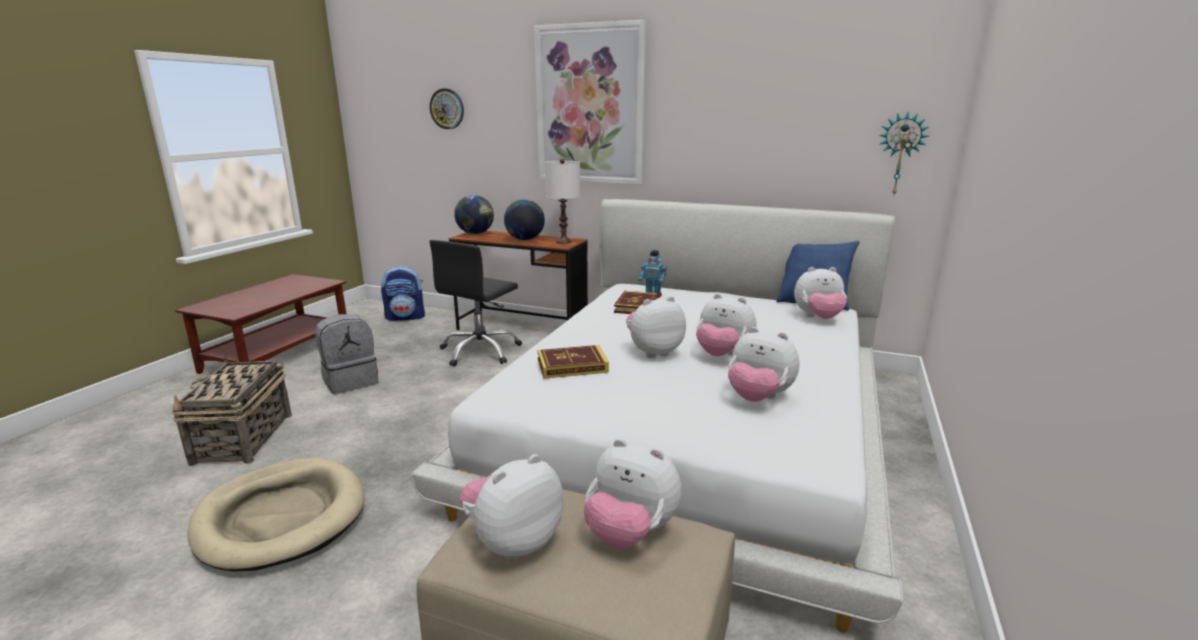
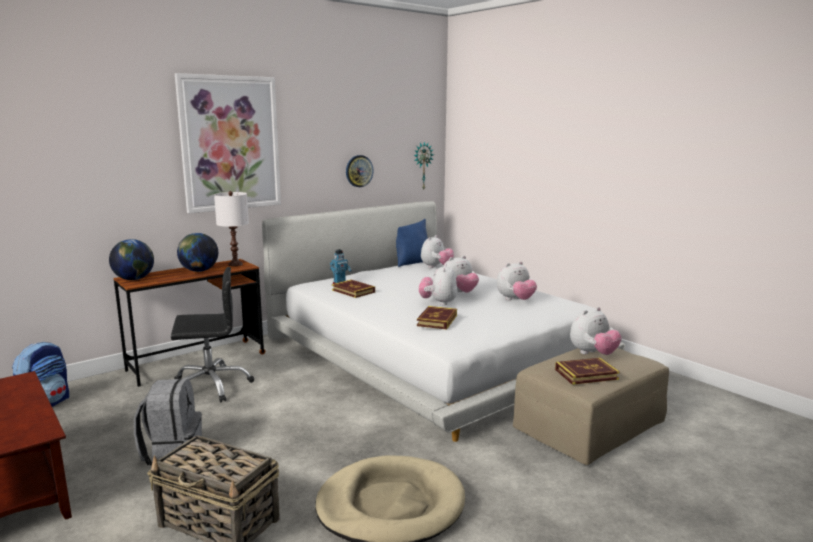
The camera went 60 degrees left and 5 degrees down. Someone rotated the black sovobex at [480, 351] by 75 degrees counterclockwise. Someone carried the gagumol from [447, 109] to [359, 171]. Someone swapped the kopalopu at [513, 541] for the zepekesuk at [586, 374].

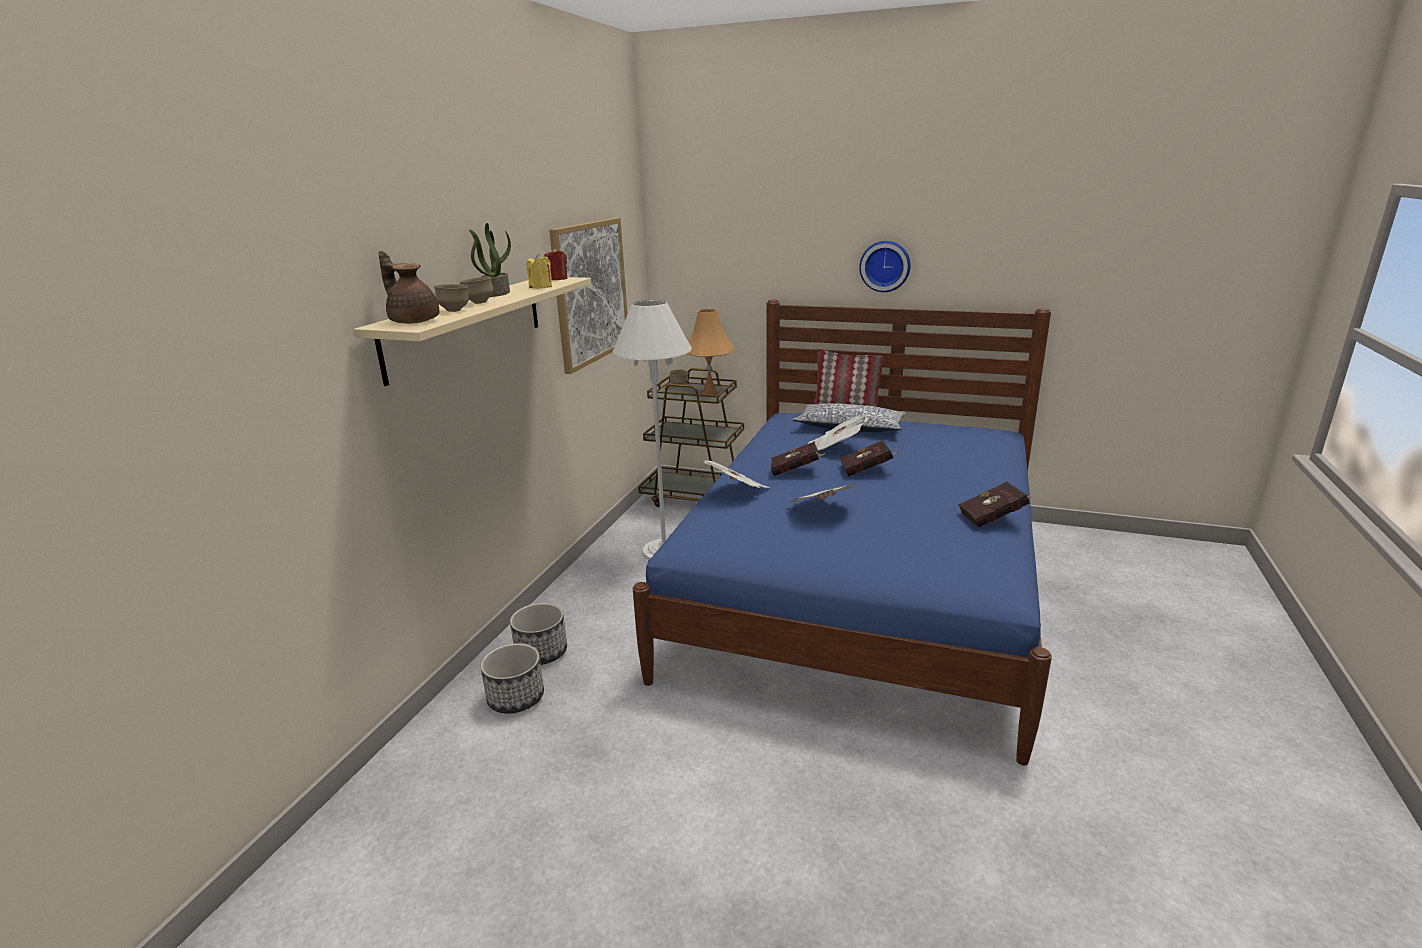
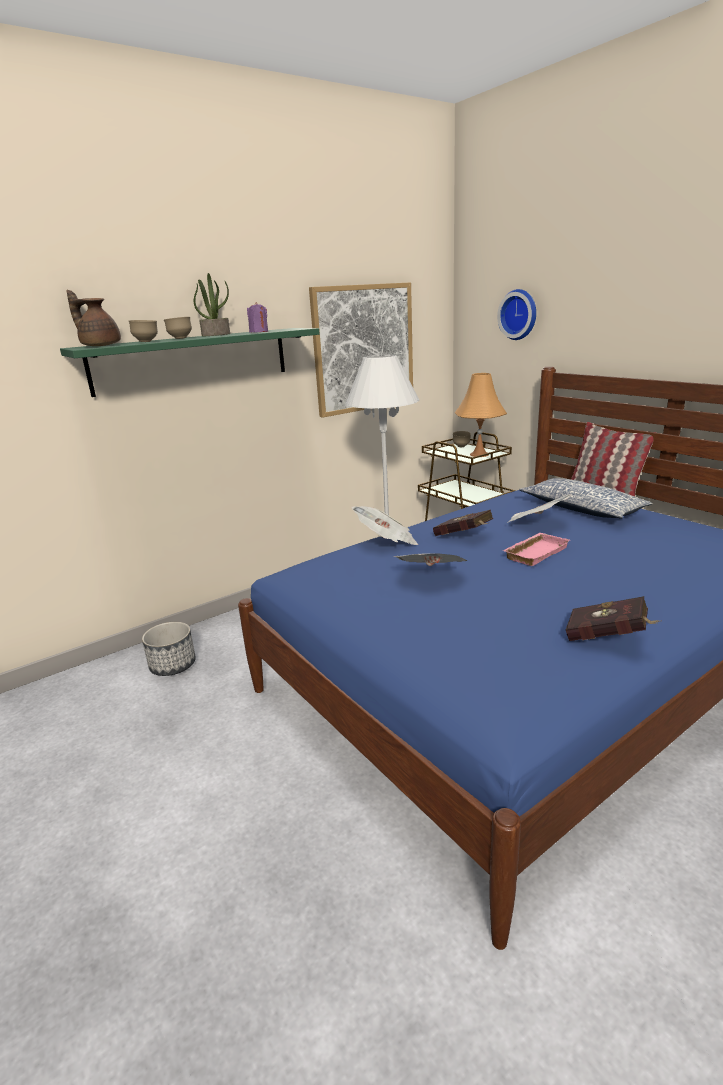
The camera went 35 degrees right and 0 degrees up. Someone repainted the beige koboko at [467, 325], which became the green koboko at [192, 360]. Someone rotated the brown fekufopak at [414, 321] by 45 degrees counterclockwise. Someone took away the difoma at [541, 652]. Someone repainted the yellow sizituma at [541, 287], which became the purple sizituma at [259, 332]. Someone took away the red sizituma at [557, 279]. Someone swapped the red zepekesuk at [867, 471] for the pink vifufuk at [535, 552]. Someone carried the gagumol from [885, 266] to [519, 314].

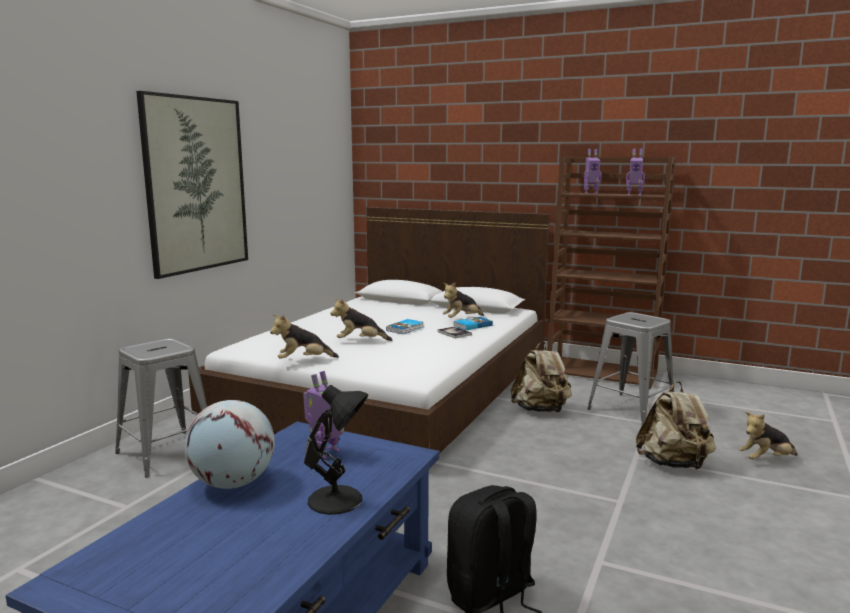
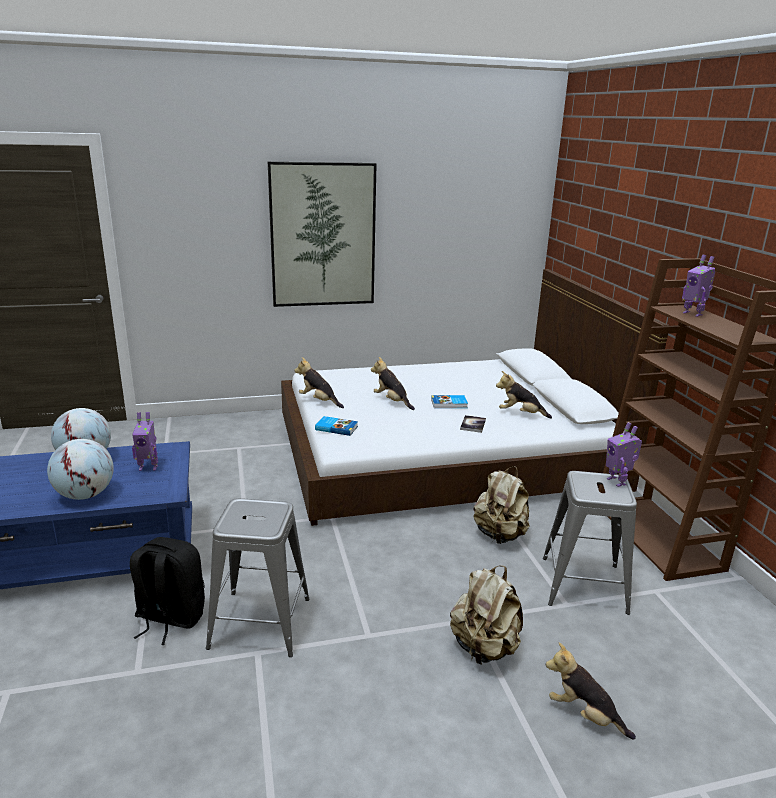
The camera went 50 degrees right and 10 degrees up. Someone carried the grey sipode from [166, 453] to [259, 623]. Someone swapped the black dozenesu at [338, 500] for the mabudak at [85, 495]. Someone carried the zepekesuk from [472, 325] to [336, 428]. Someone carried the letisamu from [634, 195] to [617, 481].

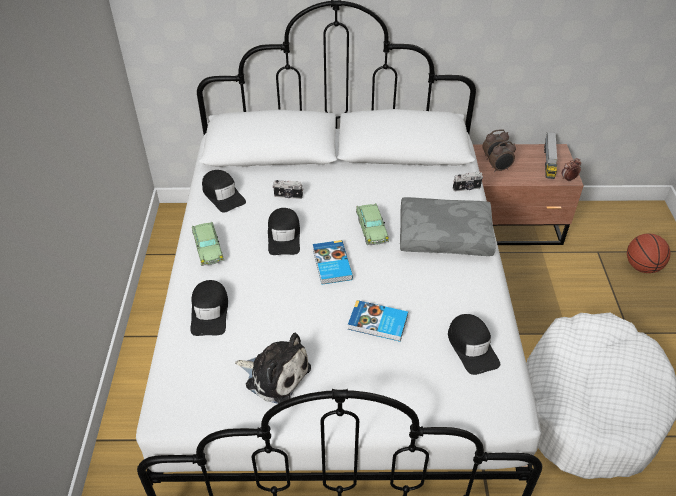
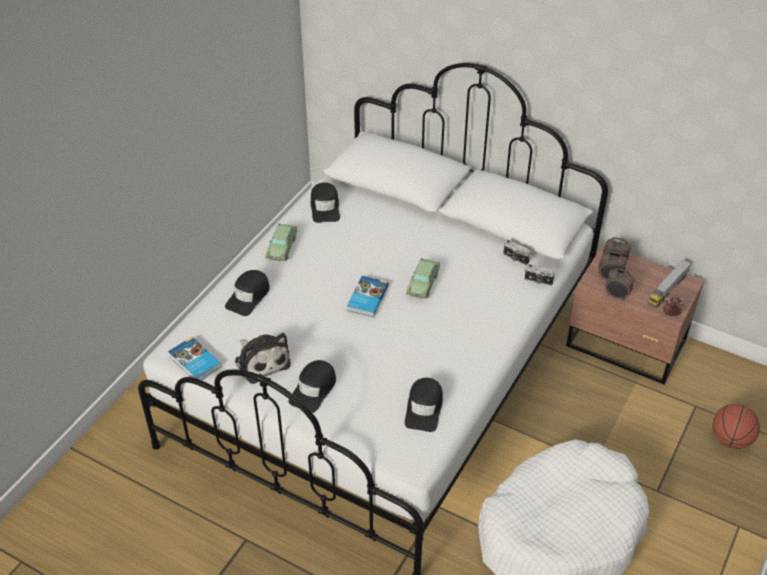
The camera went 30 degrees right and 0 degrees up. Someone carried the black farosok from [284, 236] to [313, 389]. Someone carried the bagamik from [288, 196] to [515, 258]. Someone carried the zepekesuk from [378, 323] to [194, 362]. Someone took away the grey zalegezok at [445, 234]. Someone put down the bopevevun at [616, 296].

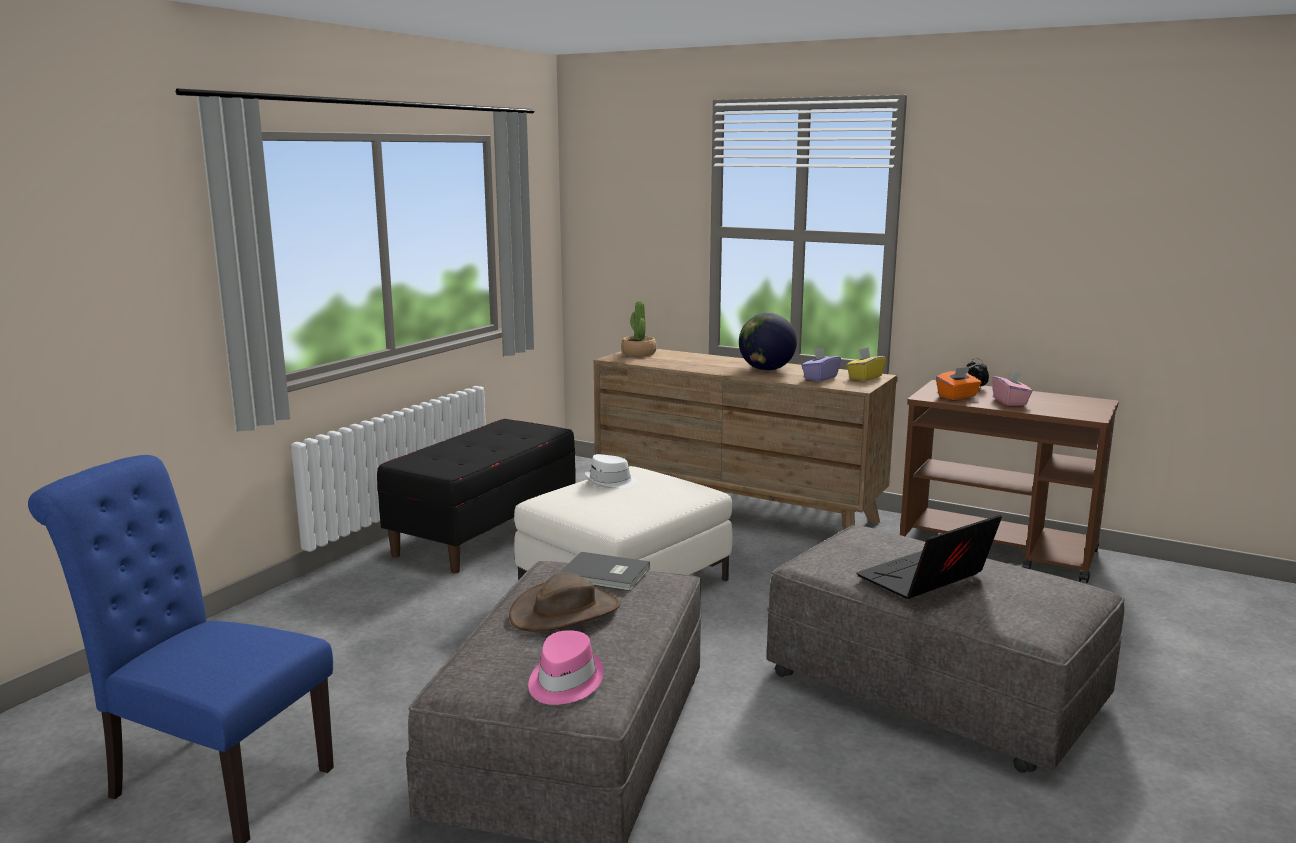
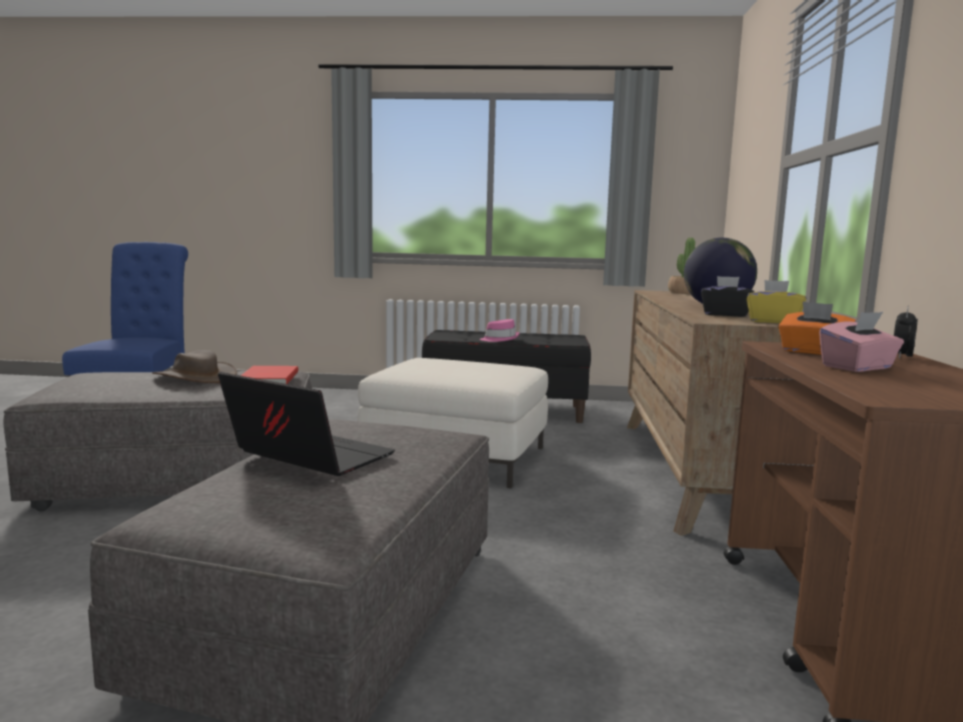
The camera went 65 degrees right and 5 degrees down. Someone carried the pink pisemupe from [564, 681] to [500, 339]. Someone repainted the grey zepekesuk at [605, 575], which became the red zepekesuk at [267, 378]. Someone took away the white pisemupe at [610, 482]. Someone repainted the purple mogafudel at [820, 378], which became the black mogafudel at [724, 314].

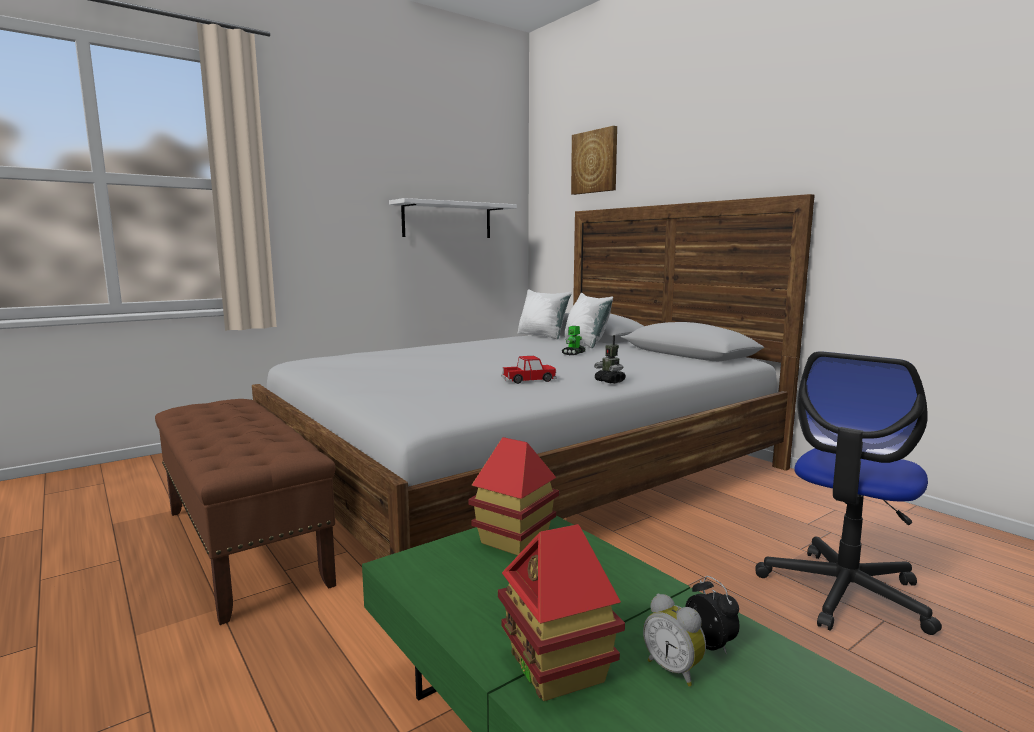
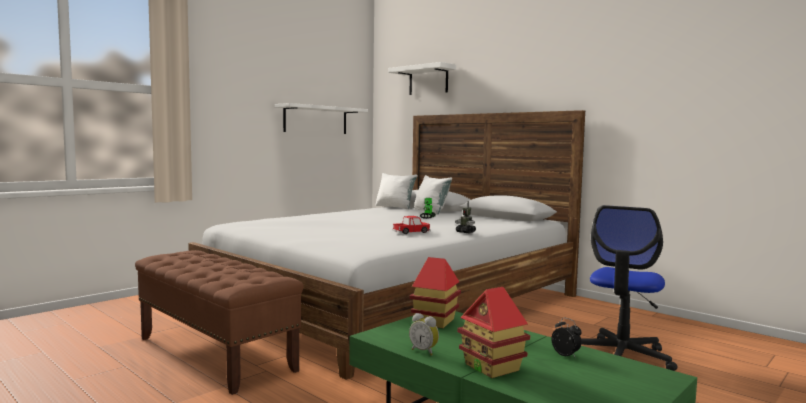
The camera went 10 degrees left and 5 degrees down. Someone swapped the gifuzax at [595, 162] for the white koboko at [428, 80]. Someone carried the bopevevun from [674, 669] to [424, 351].

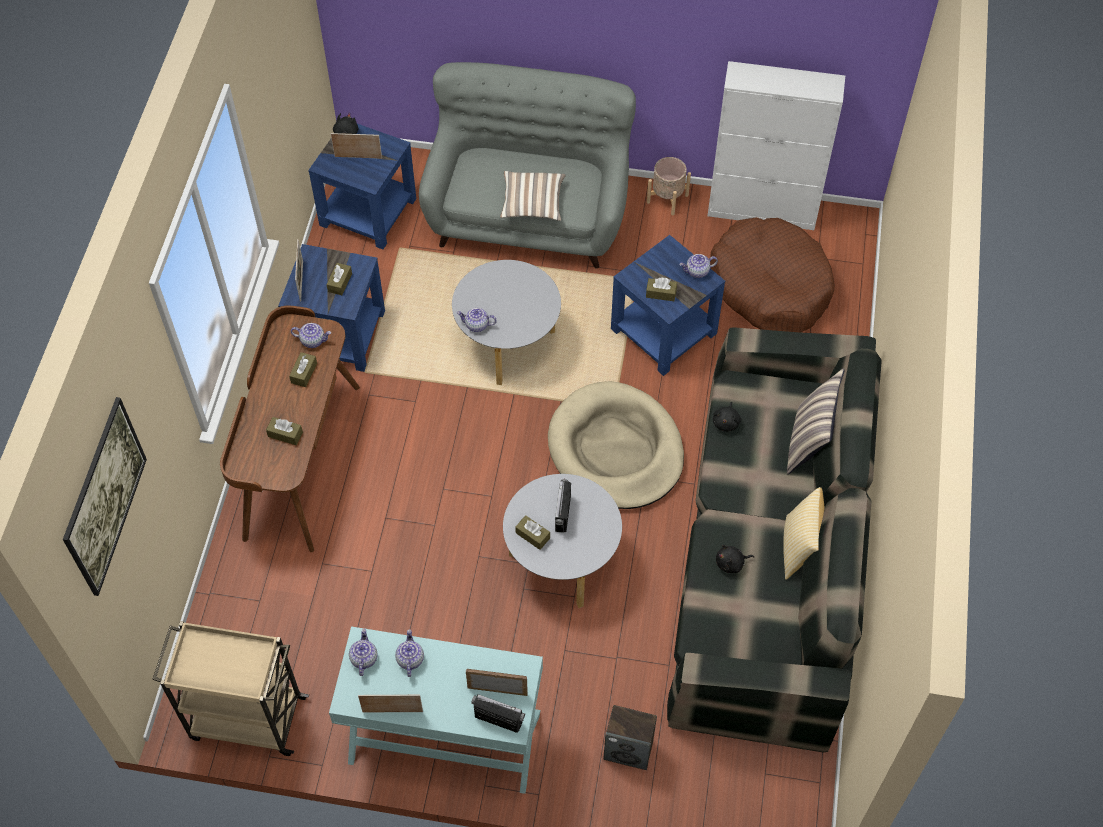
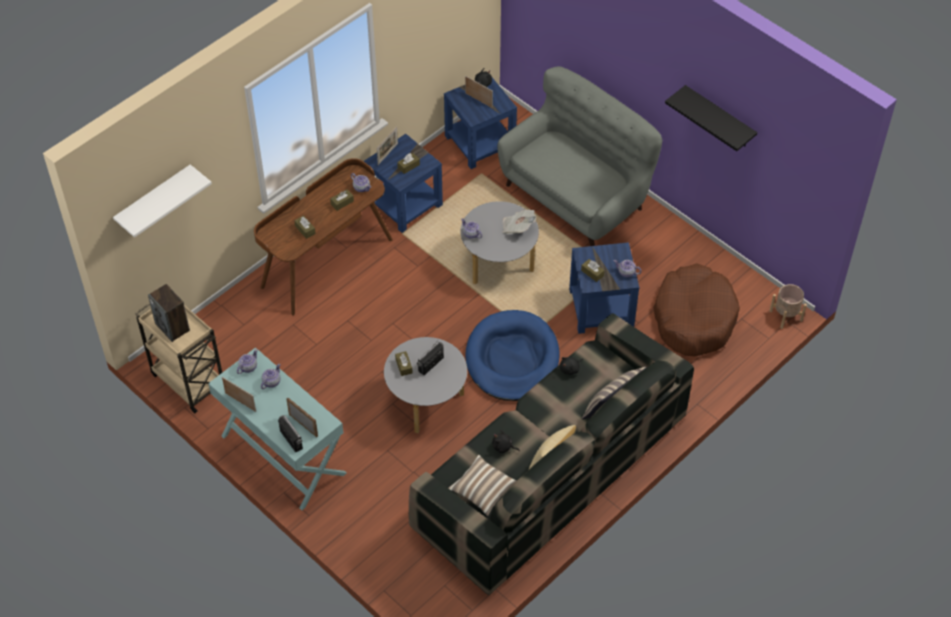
The camera went 35 degrees right and 5 degrees down. Someone swapped the gifuzax at [112, 511] for the white koboko at [154, 199]. Someone carried the zalegezok from [532, 204] to [483, 490]. Someone repainted the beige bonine at [616, 449], which became the blue bonine at [512, 359]. Someone carried the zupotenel from [629, 750] to [173, 327]. Someone carried the beige difoma from [667, 198] to [785, 315]. Someone took away the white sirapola at [763, 210]. Someone put down the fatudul at [517, 227]. Someone put up the black koboko at [719, 118].

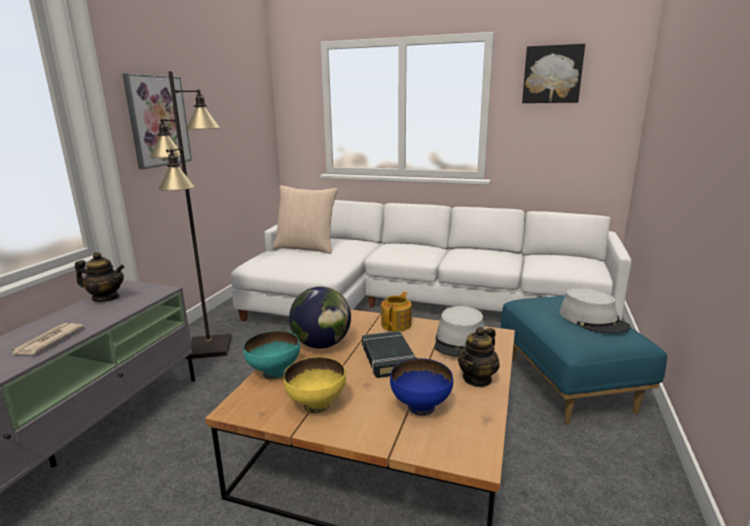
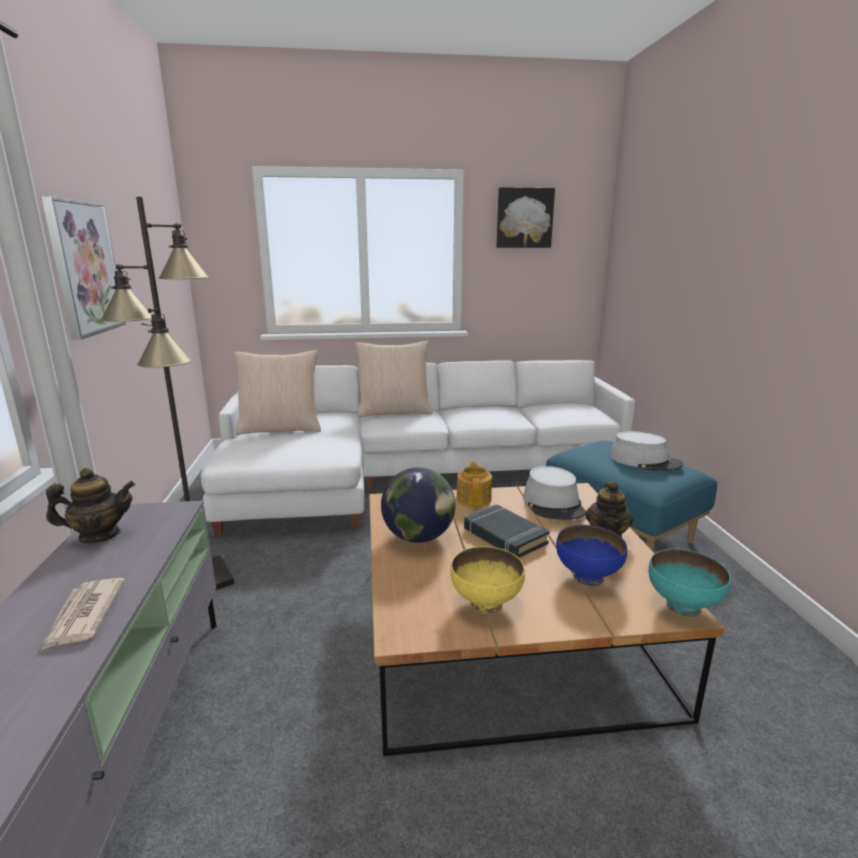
The camera went 25 degrees left and 0 degrees up. Someone carried the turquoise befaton from [274, 372] to [682, 606]. Someone put down the beige zalegezok at [394, 412].

